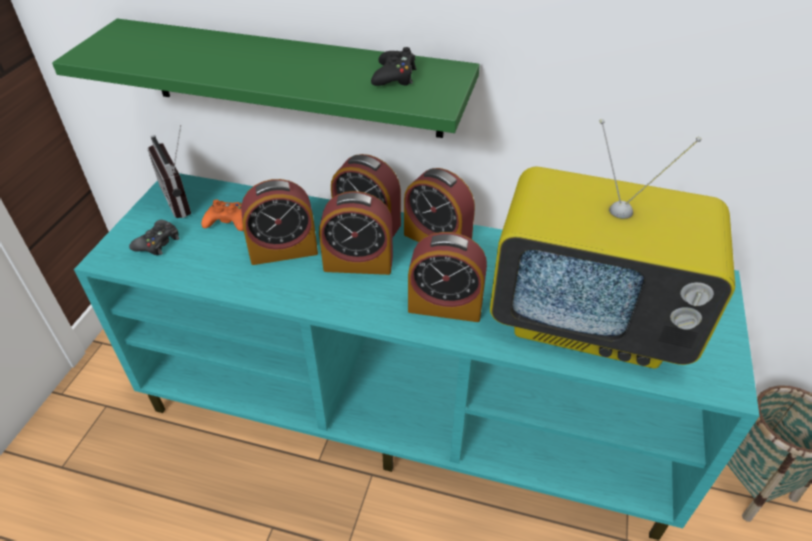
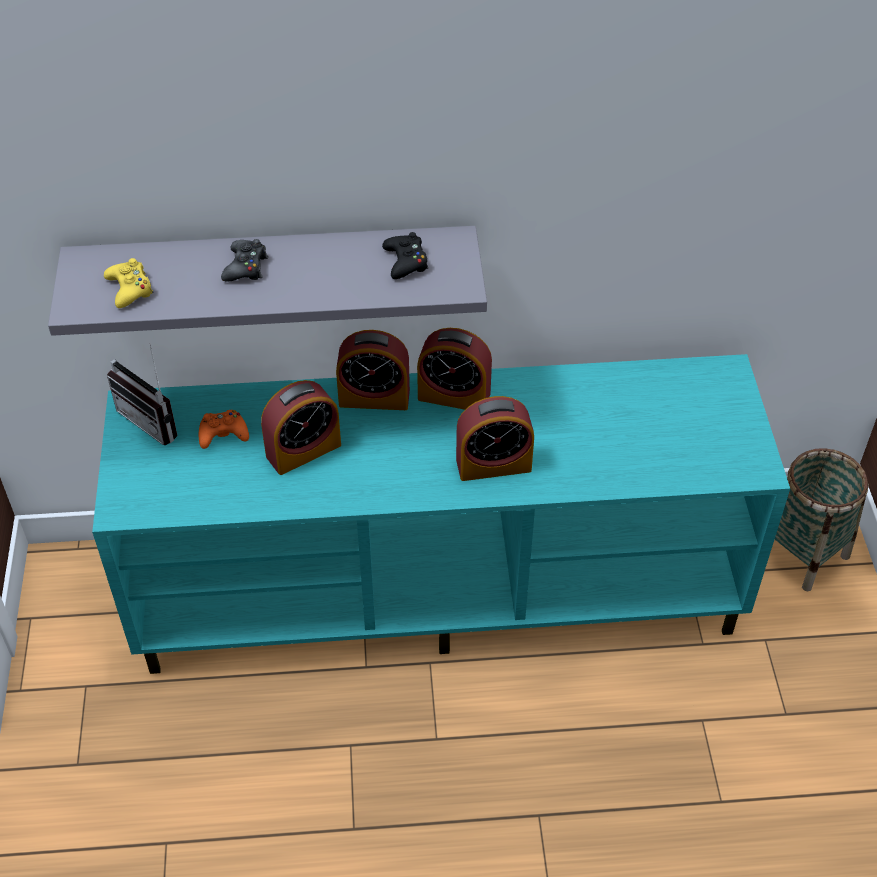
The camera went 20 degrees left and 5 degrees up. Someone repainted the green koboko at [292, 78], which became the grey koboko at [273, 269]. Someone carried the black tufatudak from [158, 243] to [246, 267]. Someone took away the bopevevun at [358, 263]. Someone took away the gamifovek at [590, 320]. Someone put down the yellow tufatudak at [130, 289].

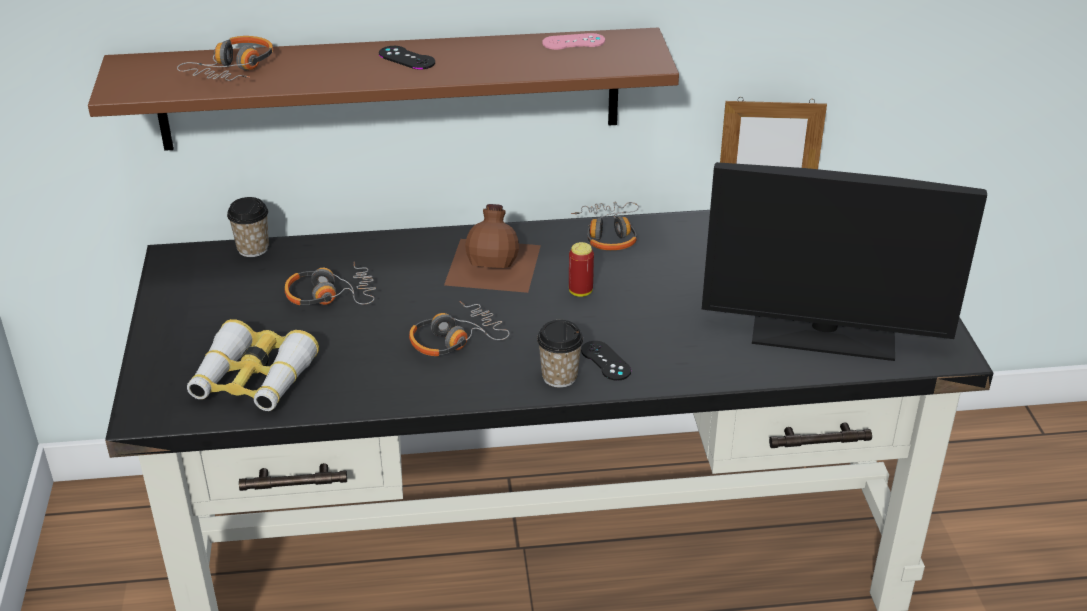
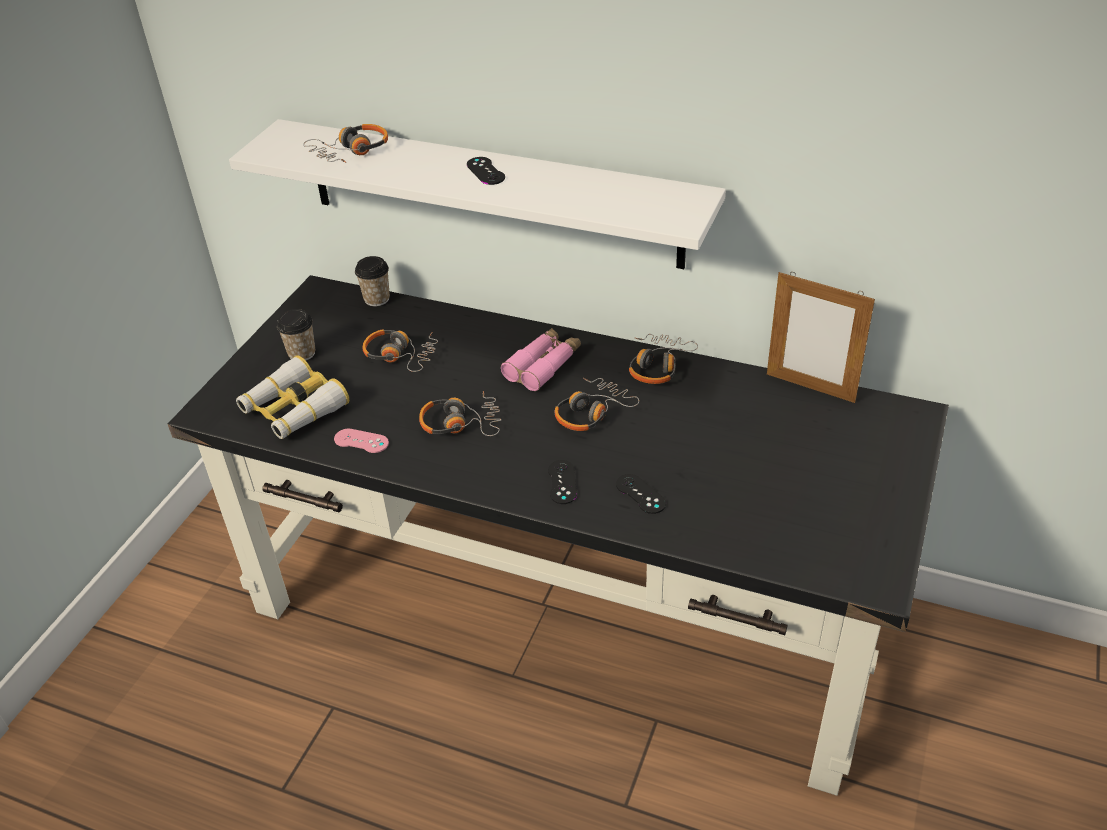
The camera went 30 degrees right and 5 degrees up. Someone repainted the brown koboko at [390, 89], which became the white koboko at [490, 193]. Someone swapped the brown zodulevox at [495, 264] for the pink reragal at [543, 365]. Someone carried the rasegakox from [559, 376] to [302, 353]. Someone carried the pink tufatudak from [573, 42] to [361, 441]. Someone swapped the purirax at [580, 292] for the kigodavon at [592, 412]. Someone took away the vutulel at [823, 333]. Someone put down the black tufatudak at [640, 494].

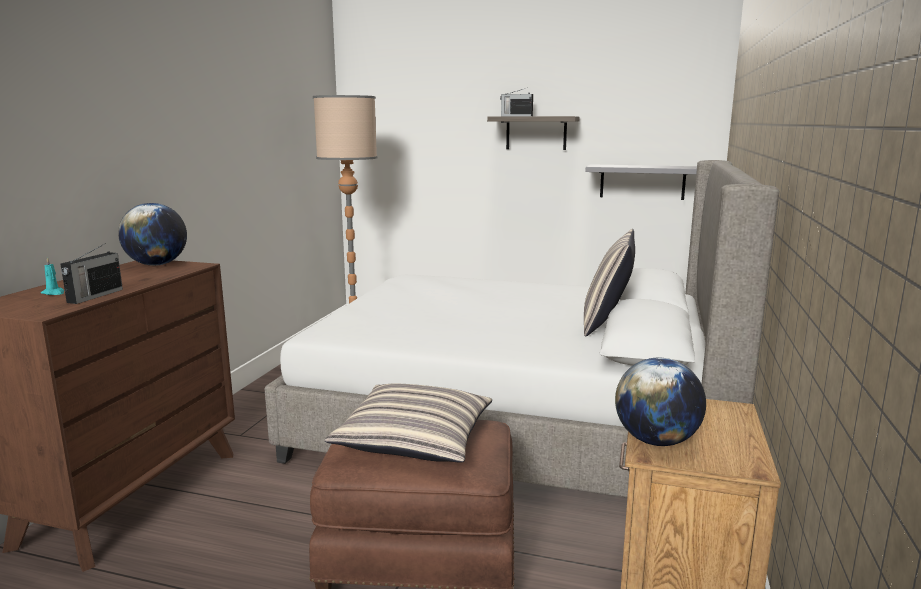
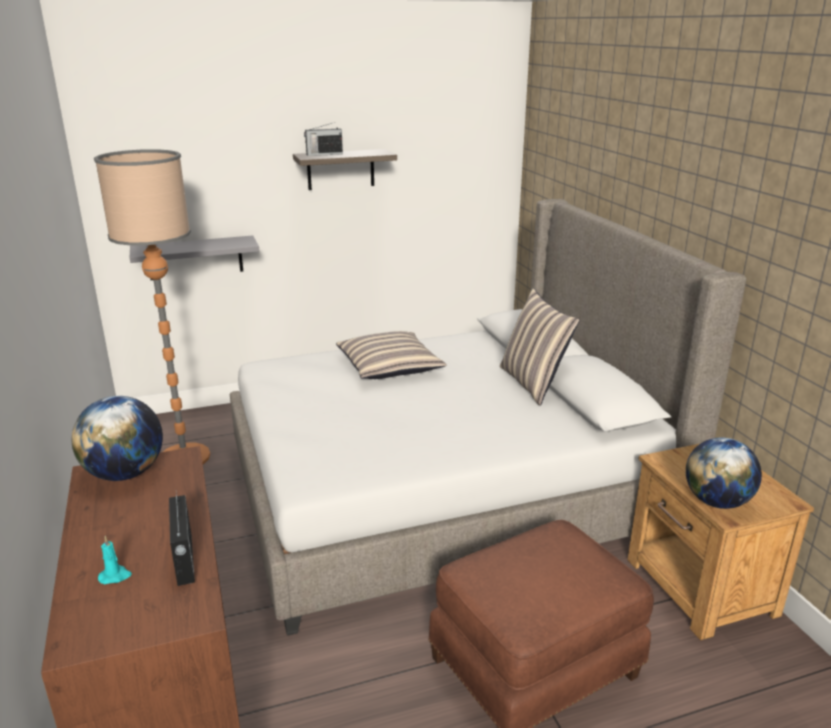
The camera went 35 degrees left and 10 degrees up. Someone carried the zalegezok from [414, 438] to [389, 366]. Someone carried the grey koboko from [642, 182] to [195, 258].

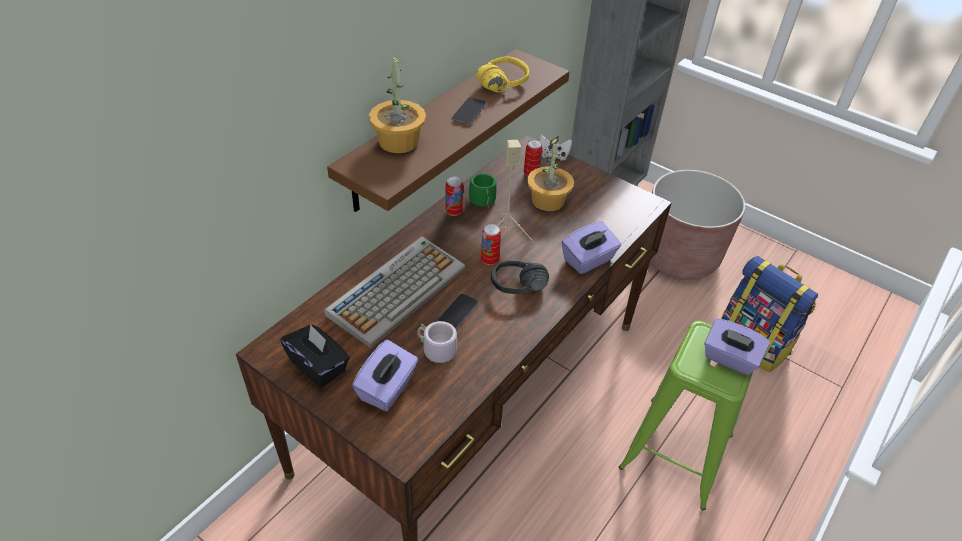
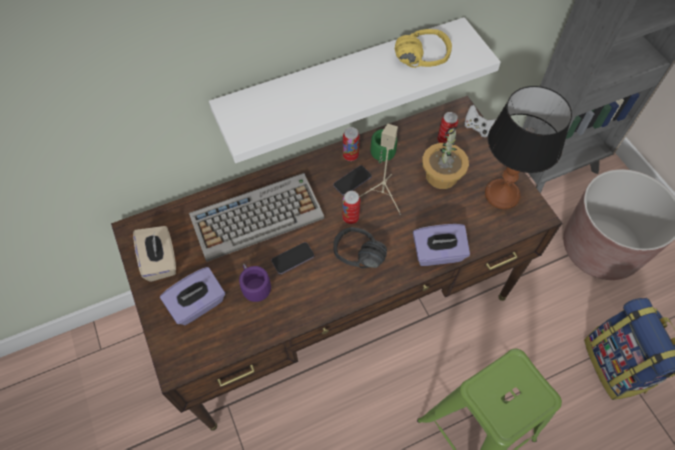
The camera went 30 degrees right and 15 degrees up. Someone repainted the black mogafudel at [318, 366], which became the beige mogafudel at [160, 261]. Someone repainted the brown koboko at [431, 129], which became the white koboko at [342, 80]. Someone took away the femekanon at [398, 141]. Someone repainted the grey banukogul at [435, 351], which became the purple banukogul at [253, 287]. Someone carried the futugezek from [469, 112] to [352, 181]. Someone took away the purple mogafudel at [729, 358]. Someone put down the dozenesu at [502, 195].

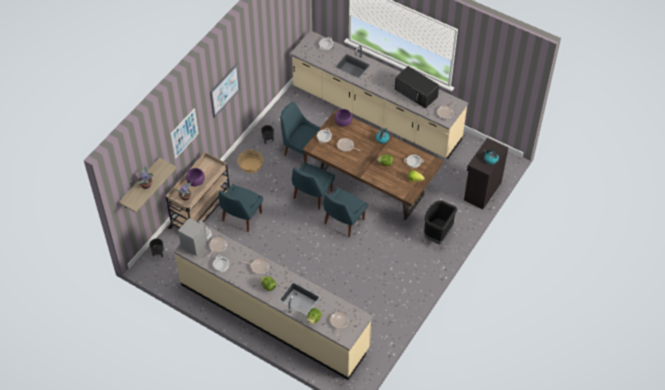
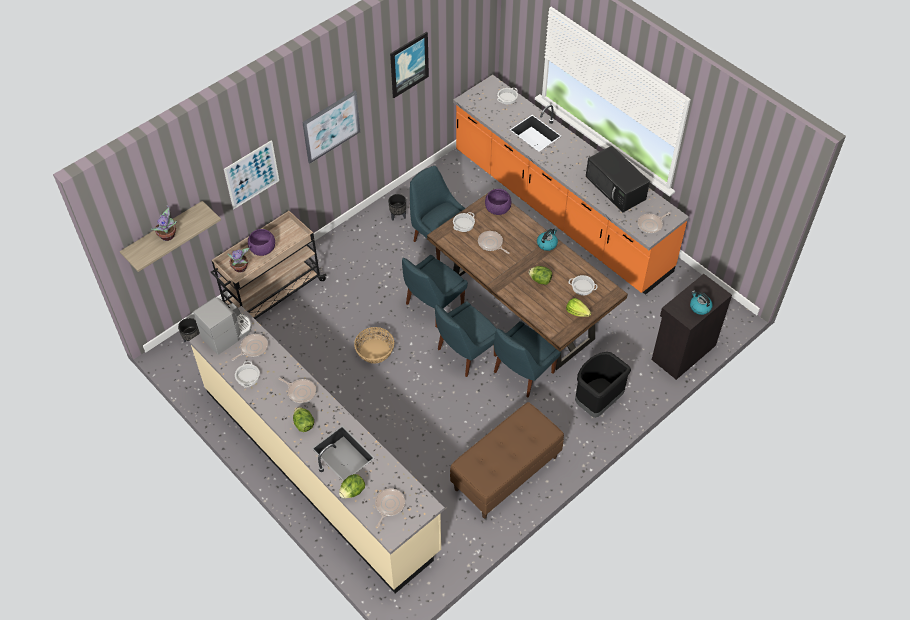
The camera went 15 degrees right and 0 degrees up. Someone carried the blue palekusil from [241, 218] to [522, 374]. Someone carried the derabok from [250, 165] to [374, 351]. Someone repainted the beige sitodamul at [375, 114], which became the orange sitodamul at [559, 211]. Someone put up the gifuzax at [408, 64]. Someone put down the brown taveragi at [506, 473].

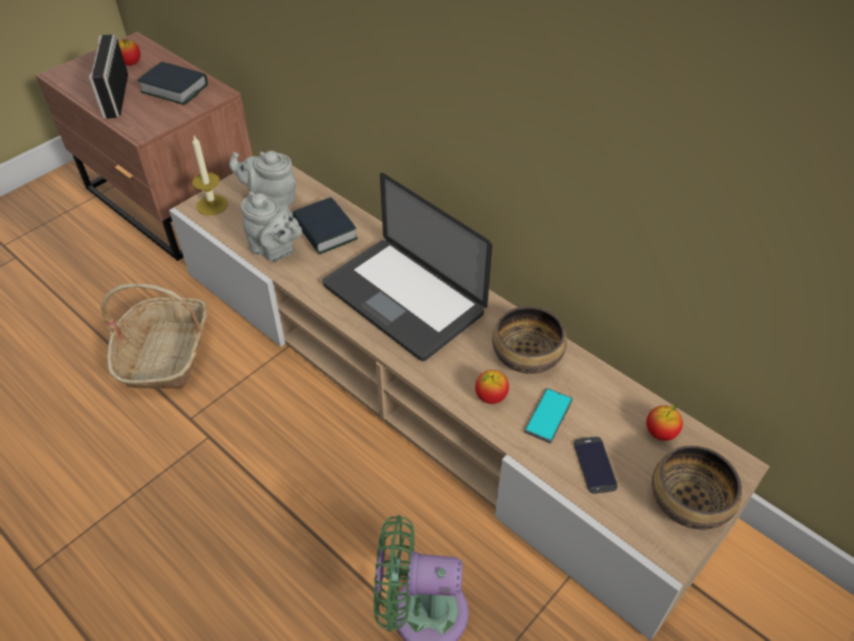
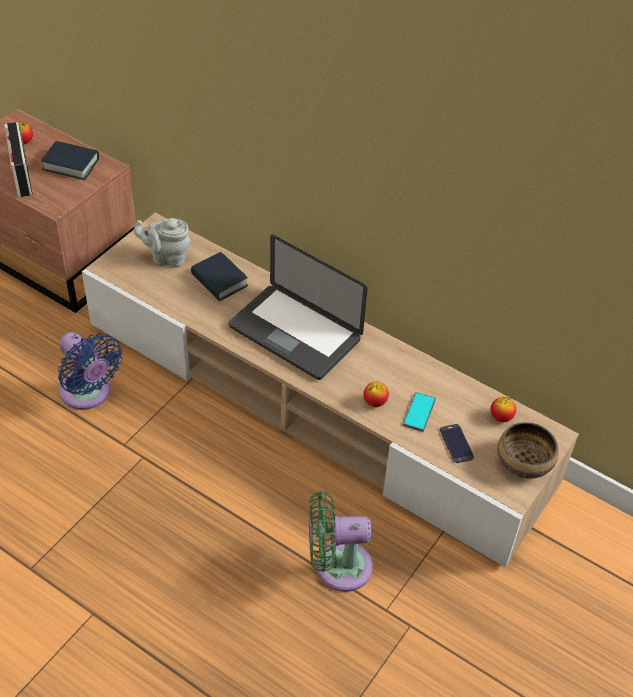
The camera went 10 degrees left and 0 degrees up. Someone swapped the derabok at [166, 354] for the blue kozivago at [88, 394]. Someone took away the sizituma at [212, 205]. Someone took away the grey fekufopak at [275, 250]. Someone took away the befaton at [527, 355].

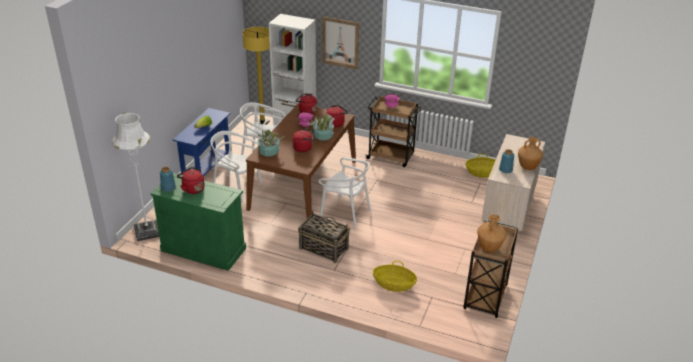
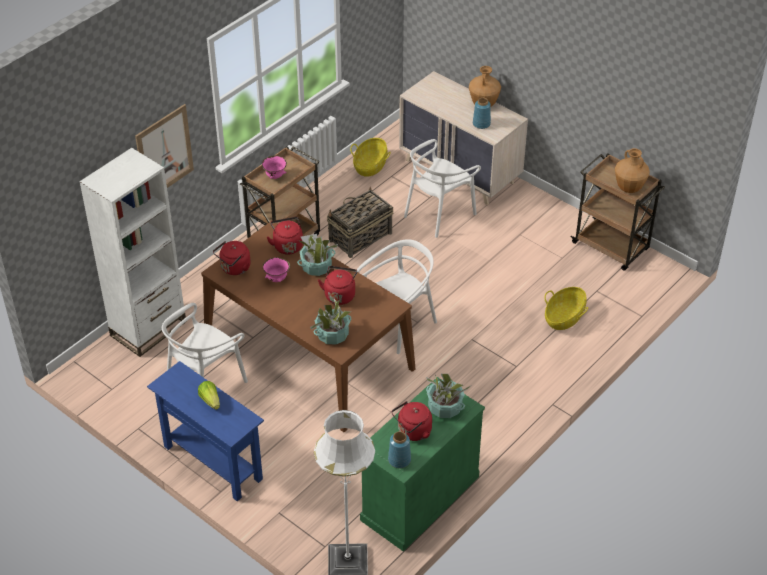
The camera went 70 degrees left and 10 degrees up. Someone carried the white palekusil from [237, 188] to [438, 213]. Someone took away the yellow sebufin at [262, 122]. Someone carried the derabok from [323, 248] to [360, 237]. Someone put down the femekanon at [445, 407].

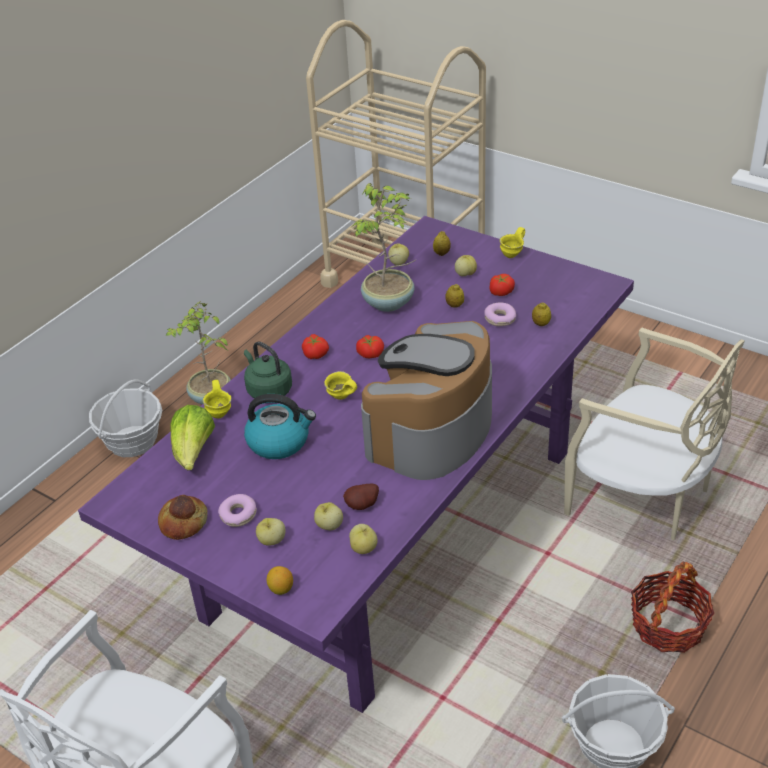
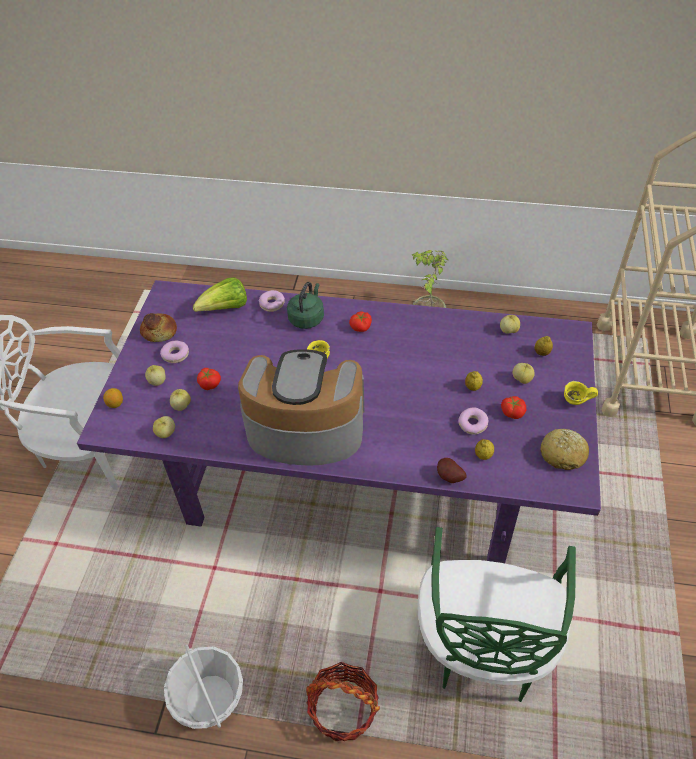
The camera went 65 degrees right and 10 degrees up. Someone took away the derabok at [132, 441]. Someone swapped the yellow banukogul at [221, 412] for the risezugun at [272, 304]. Someone took away the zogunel at [279, 442]. Someone carried the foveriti from [363, 506] to [449, 477]. Someone took away the femekanon at [390, 303]. Someone carried the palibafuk from [370, 353] to [210, 383]. Someone repainted the beige palekusil at [643, 497], which became the green palekusil at [484, 647]. Someone put down the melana at [563, 454].

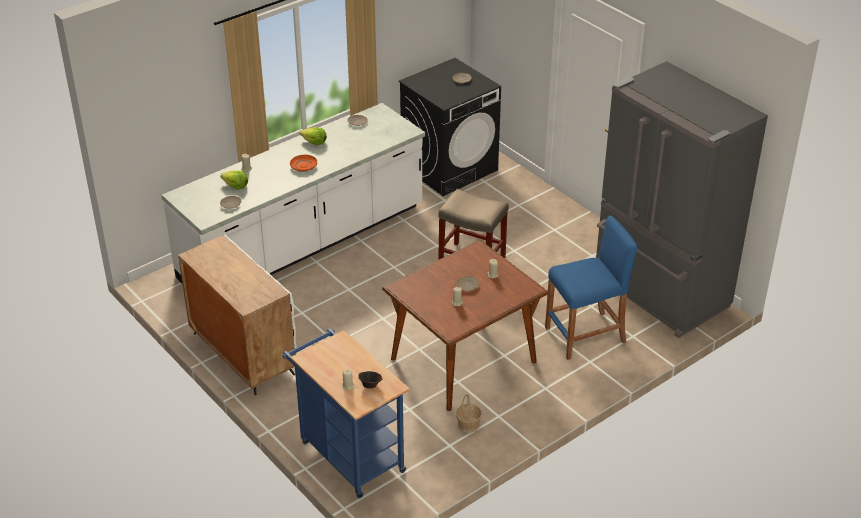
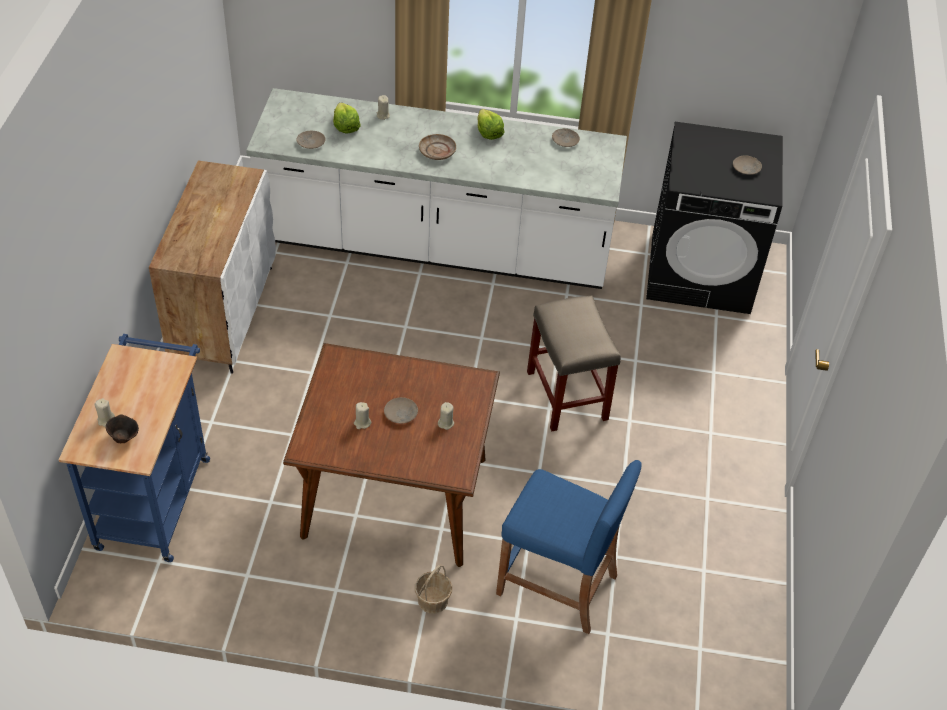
The camera went 45 degrees right and 10 degrees up. Someone repainted the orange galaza at [304, 166], which became the beige galaza at [437, 151]. Someone carried the derabok from [468, 425] to [433, 600]. Someone took away the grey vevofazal at [659, 294].

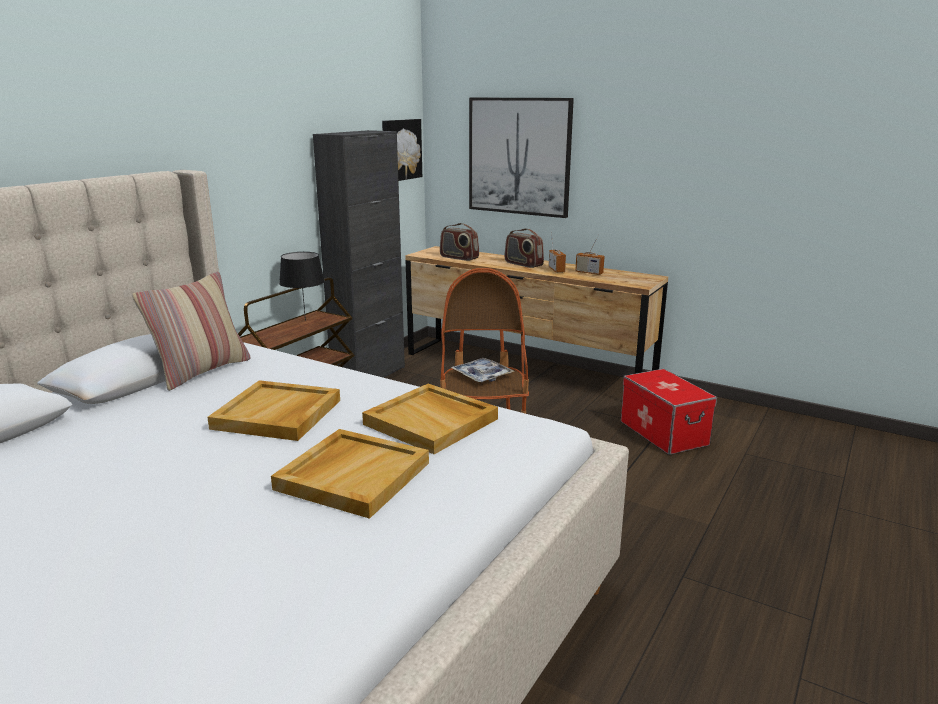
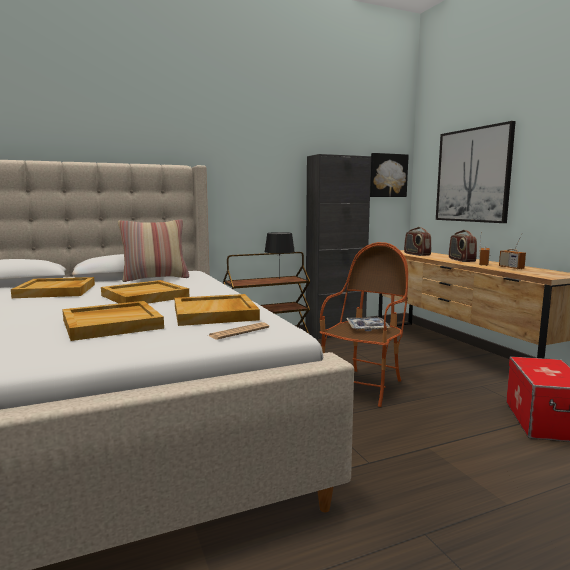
The camera went 35 degrees right and 10 degrees down. Someone put down the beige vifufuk at [56, 291]. Someone put down the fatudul at [239, 332].

